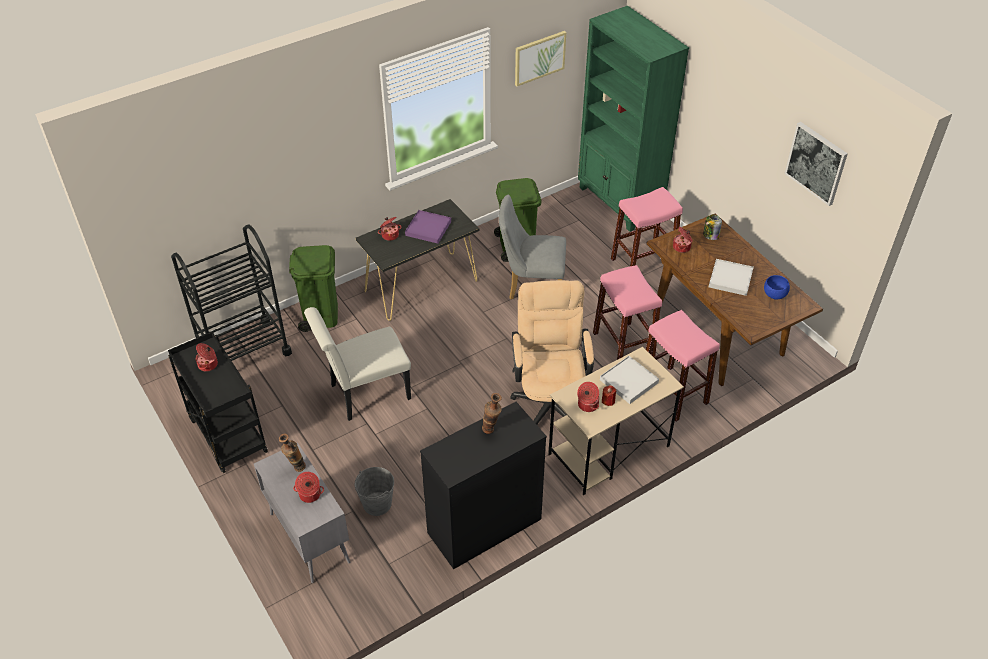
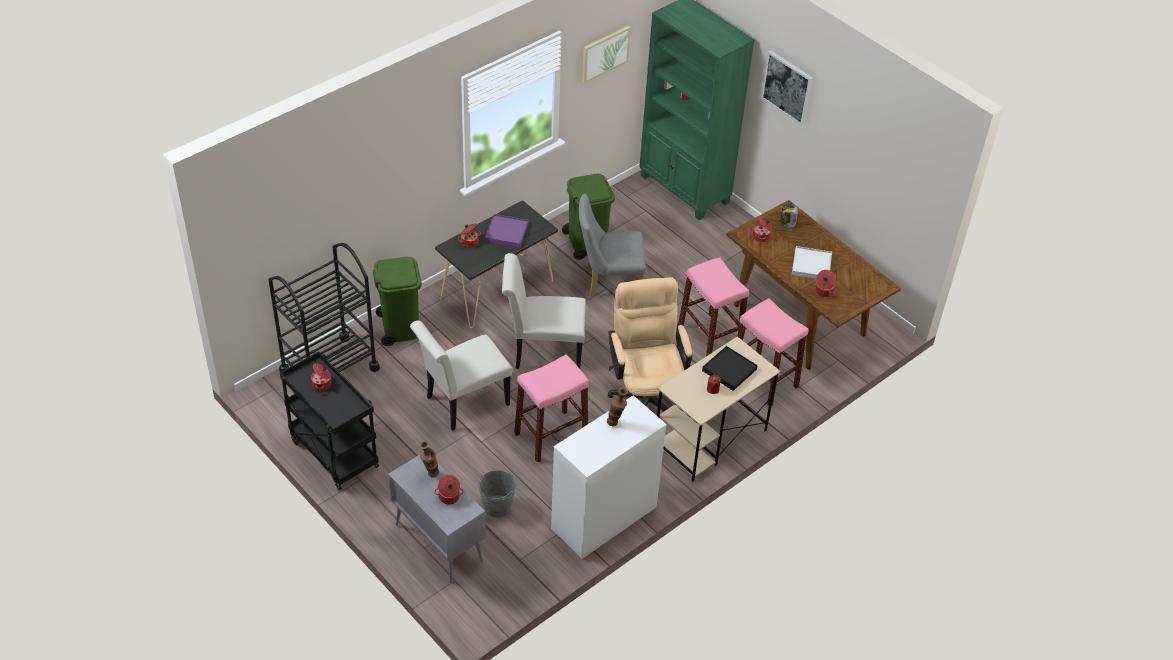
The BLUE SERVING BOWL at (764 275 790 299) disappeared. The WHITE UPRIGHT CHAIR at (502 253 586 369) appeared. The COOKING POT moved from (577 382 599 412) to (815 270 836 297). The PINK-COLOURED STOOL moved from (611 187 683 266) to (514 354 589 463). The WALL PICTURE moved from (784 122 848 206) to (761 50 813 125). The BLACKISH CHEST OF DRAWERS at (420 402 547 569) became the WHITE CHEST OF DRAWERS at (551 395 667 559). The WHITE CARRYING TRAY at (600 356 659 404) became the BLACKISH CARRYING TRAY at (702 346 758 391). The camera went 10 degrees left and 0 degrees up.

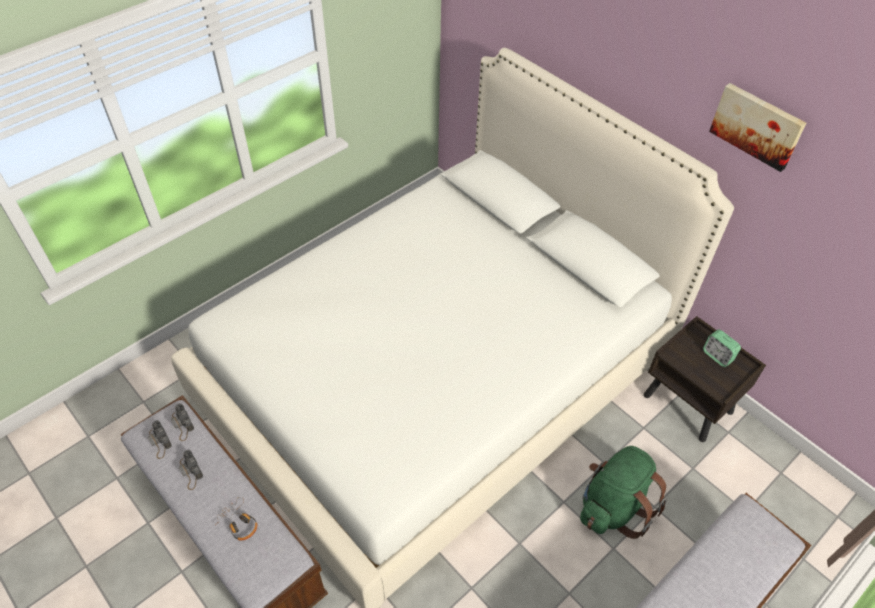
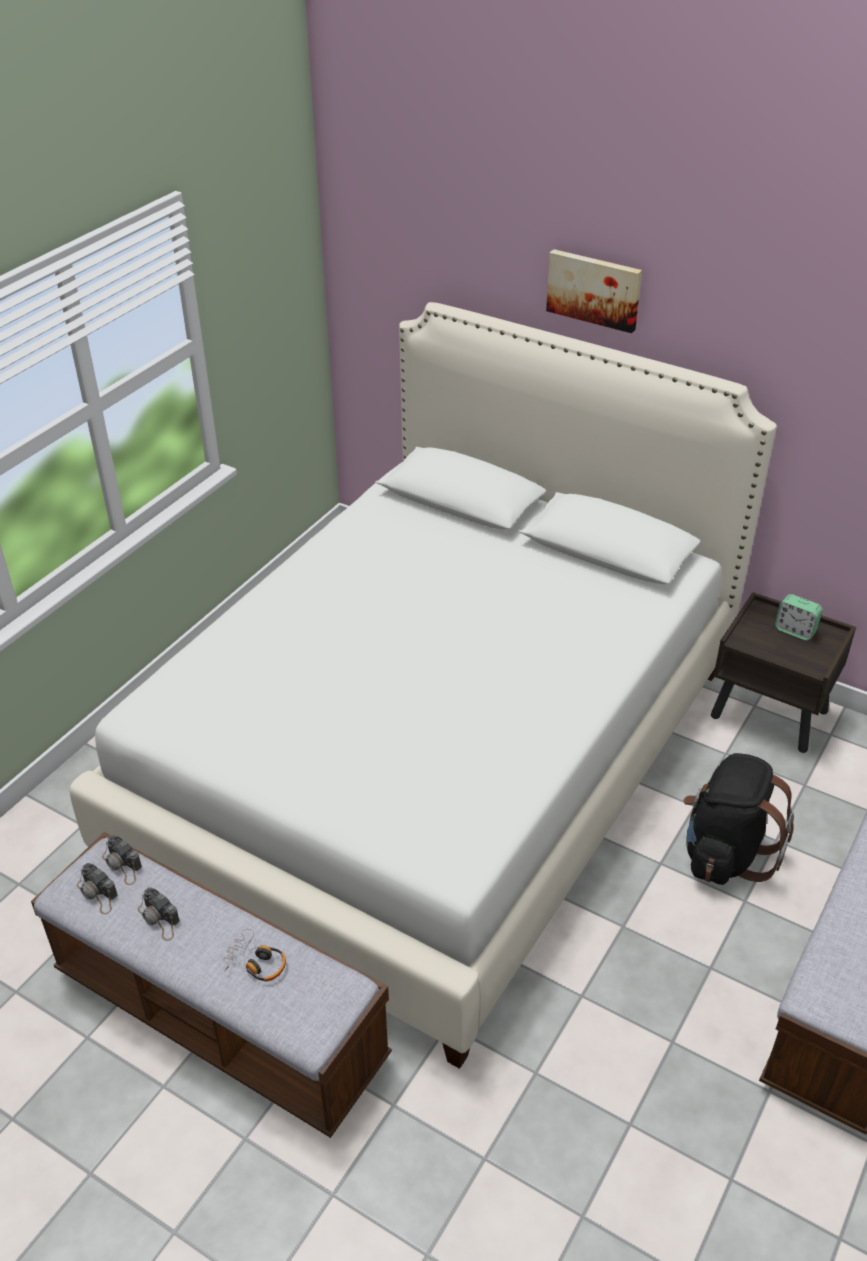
The WALL PICTURE moved from (709 83 806 172) to (546 249 642 333). The GREEN-COLOURED KNAPSACK at (580 446 667 539) became the BLACKISH KNAPSACK at (684 753 794 885). The camera went 15 degrees left and 10 degrees down.

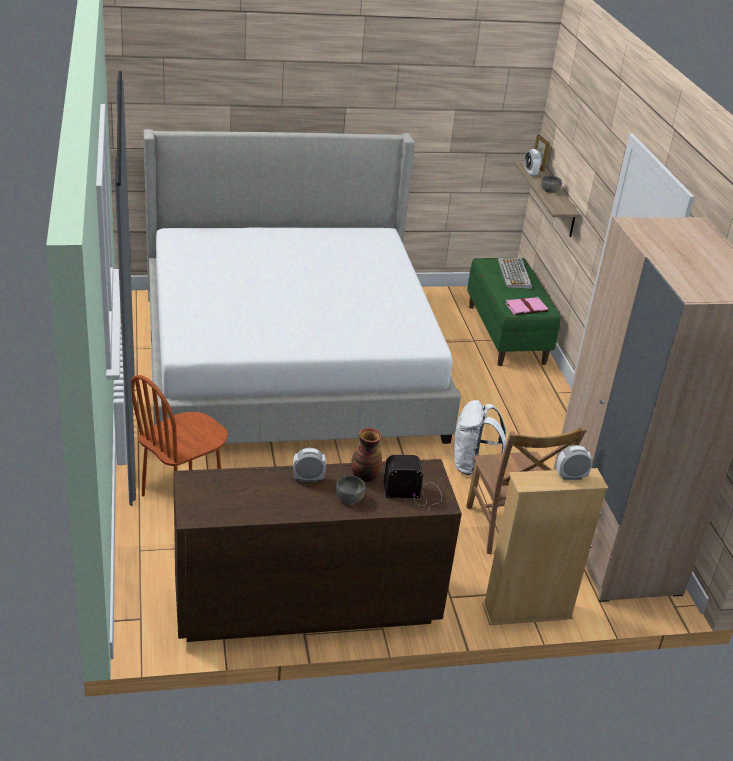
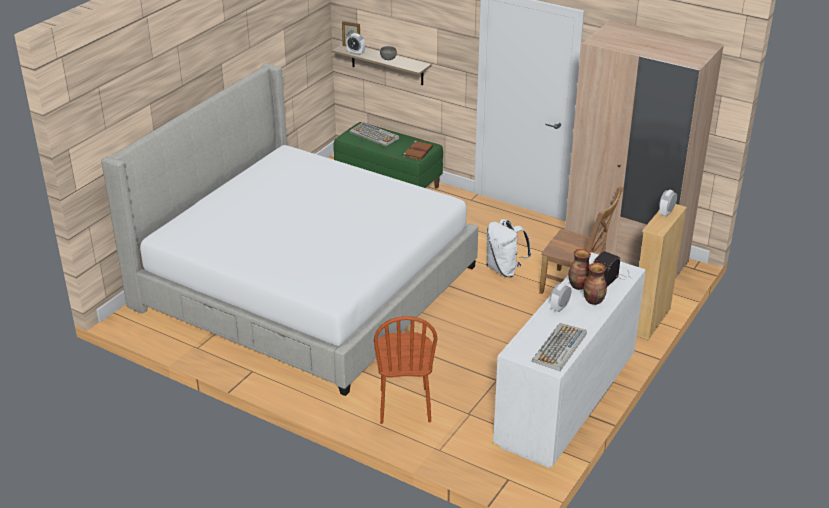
The PC KEYBOARD at (532 323 587 371) appeared. The GREY SERVING BOWL at (336 476 366 504) was replaced by the VASE at (583 263 607 305). The BROWN-COLOURED CHEST OF DRAWERS at (174 459 462 642) became the WHITE CHEST OF DRAWERS at (493 252 646 468). The PINK-COLOURED BOOK at (505 297 548 315) became the BROWN-COLOURED BOOK at (403 141 433 160). The camera went 45 degrees left and 0 degrees up.

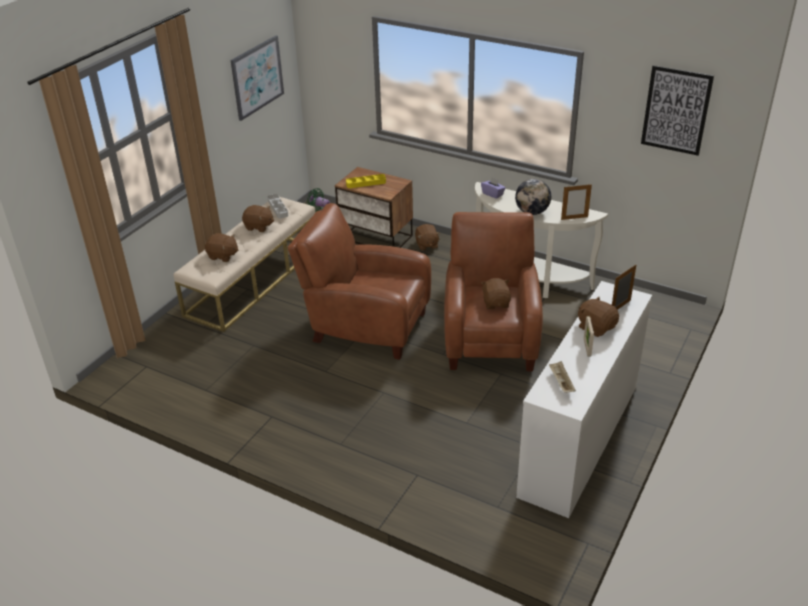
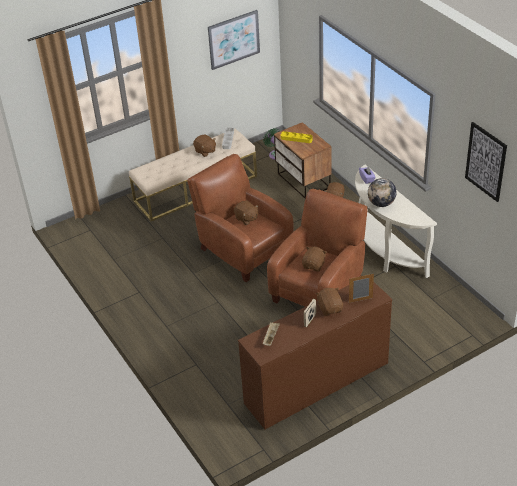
The STANDING FRAME at (561 184 592 220) disappeared. The BROWN-COLOURED CUDDLY TOY moved from (205 233 238 262) to (234 201 258 225). The WHITE CHEST OF DRAWERS at (516 281 652 518) became the BROWN-COLOURED CHEST OF DRAWERS at (238 281 392 429). The camera went 30 degrees right and 5 degrees up.

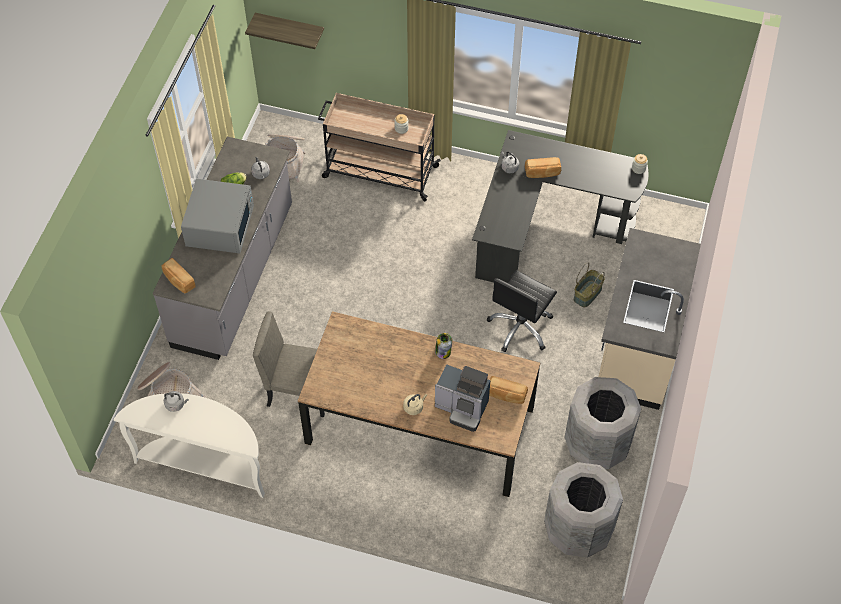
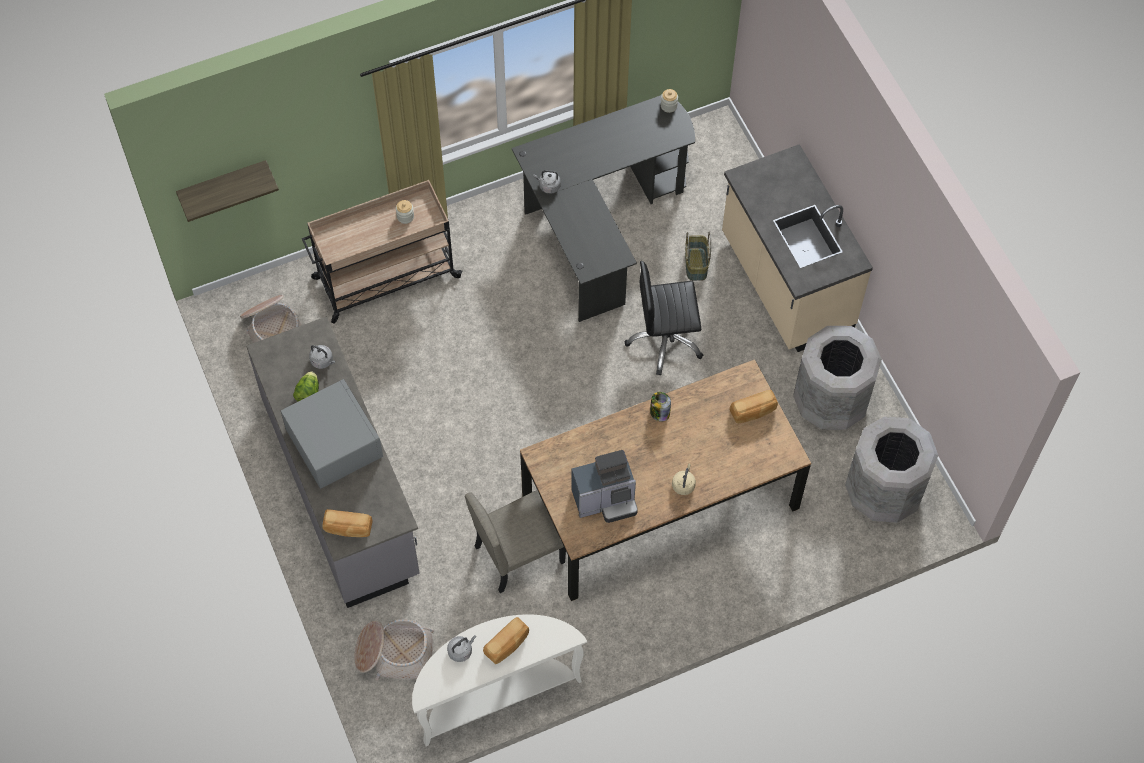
The COFFEE MACHINE moved from (435 364 490 432) to (571 450 638 523). The BREAD moved from (525 157 561 178) to (483 617 529 664). The BLACKISH OFFICE CHAIR at (487 270 557 352) turned 90 degrees clockwise. The camera went 40 degrees left and 5 degrees up.

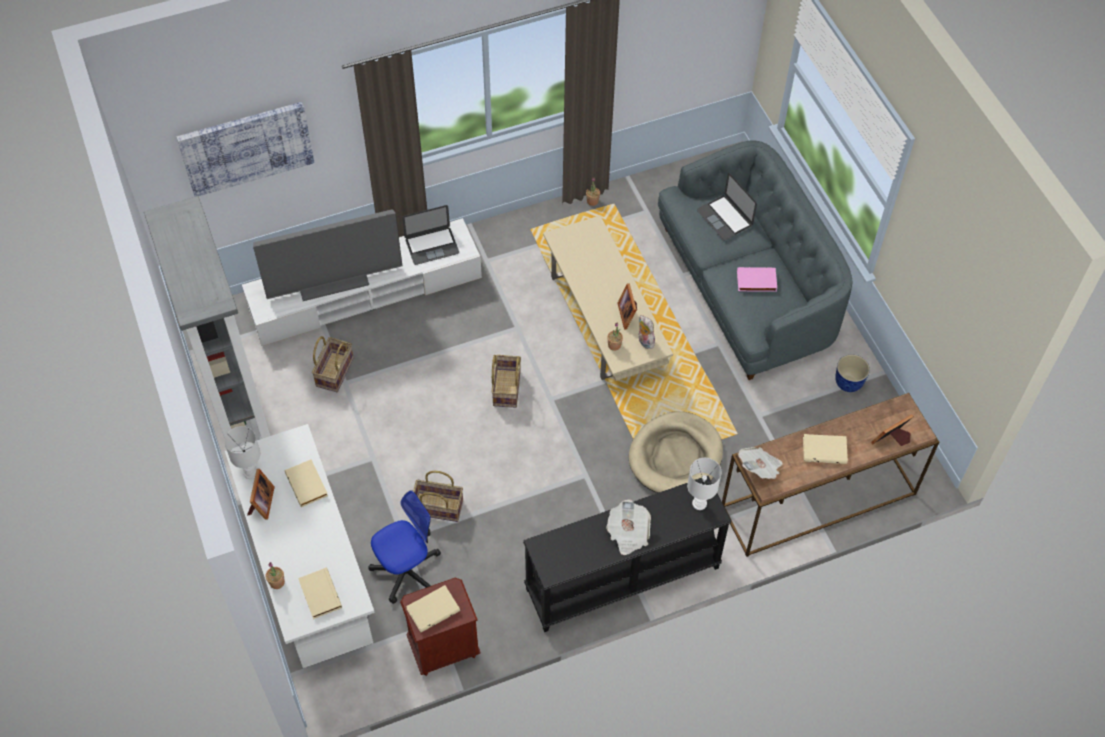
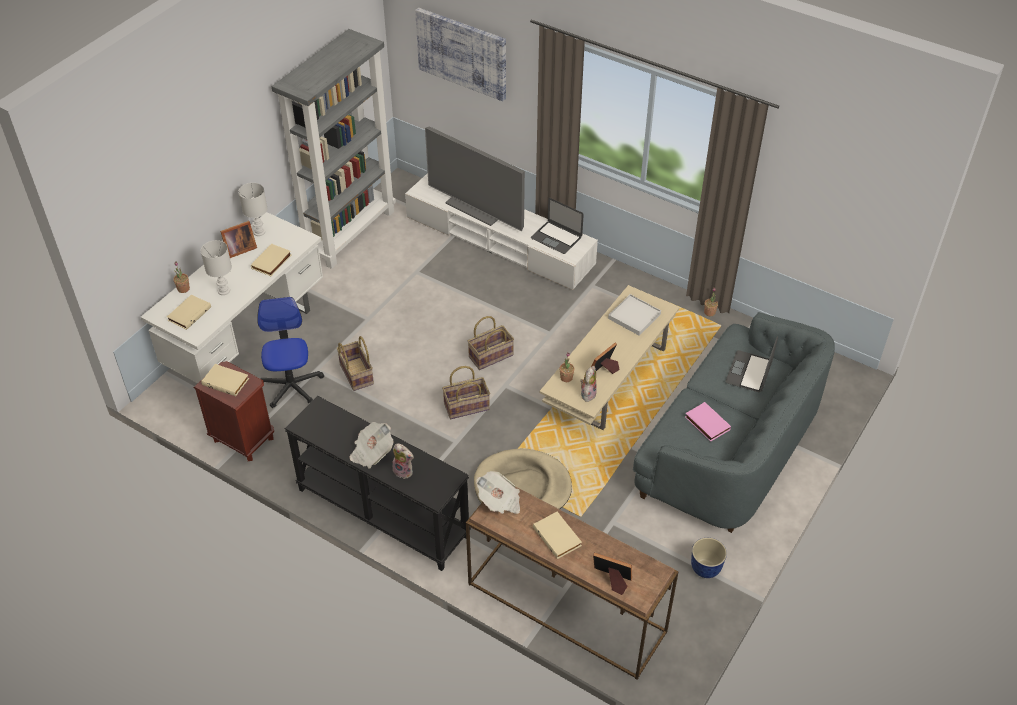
The CUDDLY TOY at (392 443 414 479) appeared. The WHITE CARRYING TRAY at (608 294 661 336) appeared. The HOUSEHOLD BASKET moved from (312 336 354 392) to (442 366 490 419). The WHITE LAMP FOR A TABLE moved from (687 458 722 510) to (201 240 232 295). The OFFICE CHAIR at (369 490 441 604) turned 120 degrees counterclockwise. The camera went 55 degrees right and 10 degrees down.

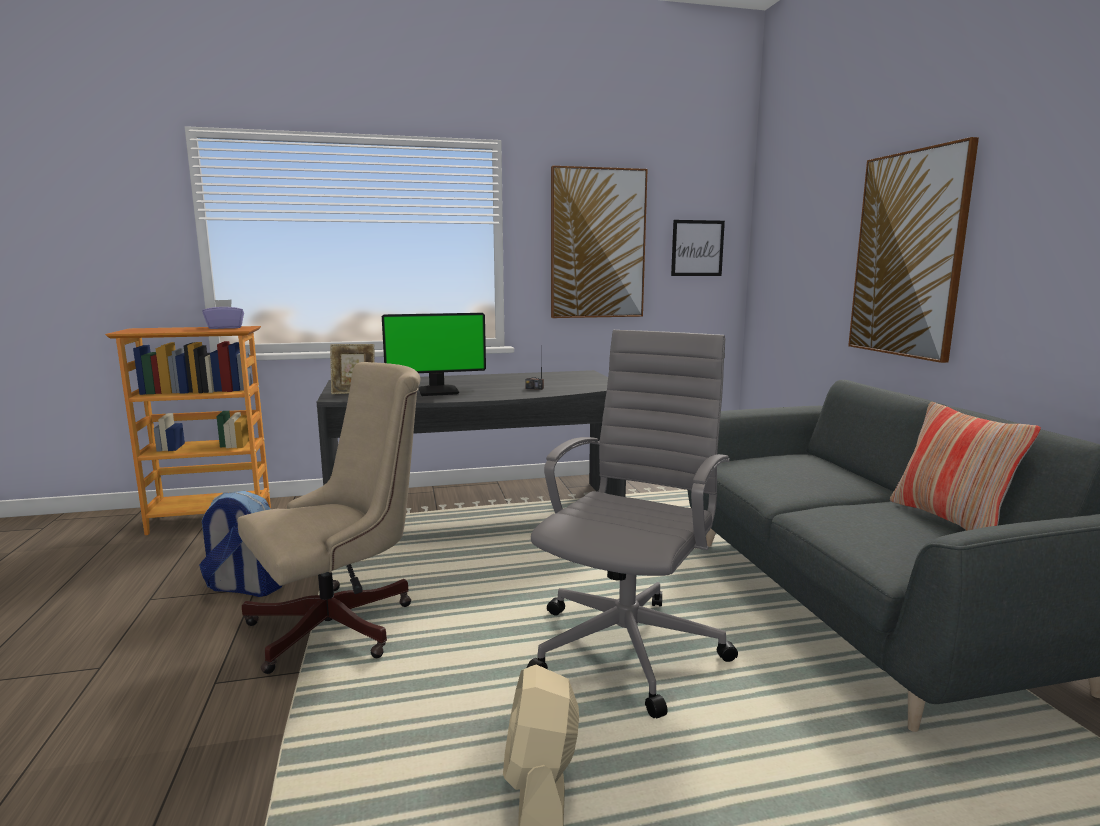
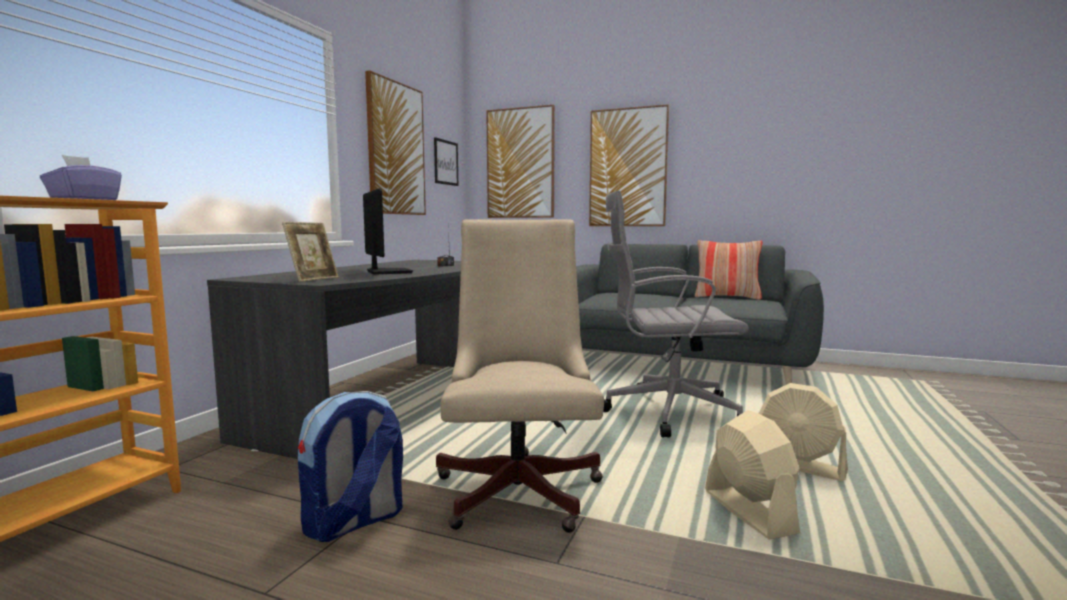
The WALL PICTURE at (486 105 555 218) appeared. The BEIGE-COLOURED ELECTRIC FAN at (705 410 800 540) appeared. The COMPUTER DISPLAY at (382 313 486 396) turned 45 degrees counterclockwise. The GREY OFFICE CHAIR at (527 330 738 718) turned 60 degrees counterclockwise. The camera went 55 degrees left and 5 degrees down.

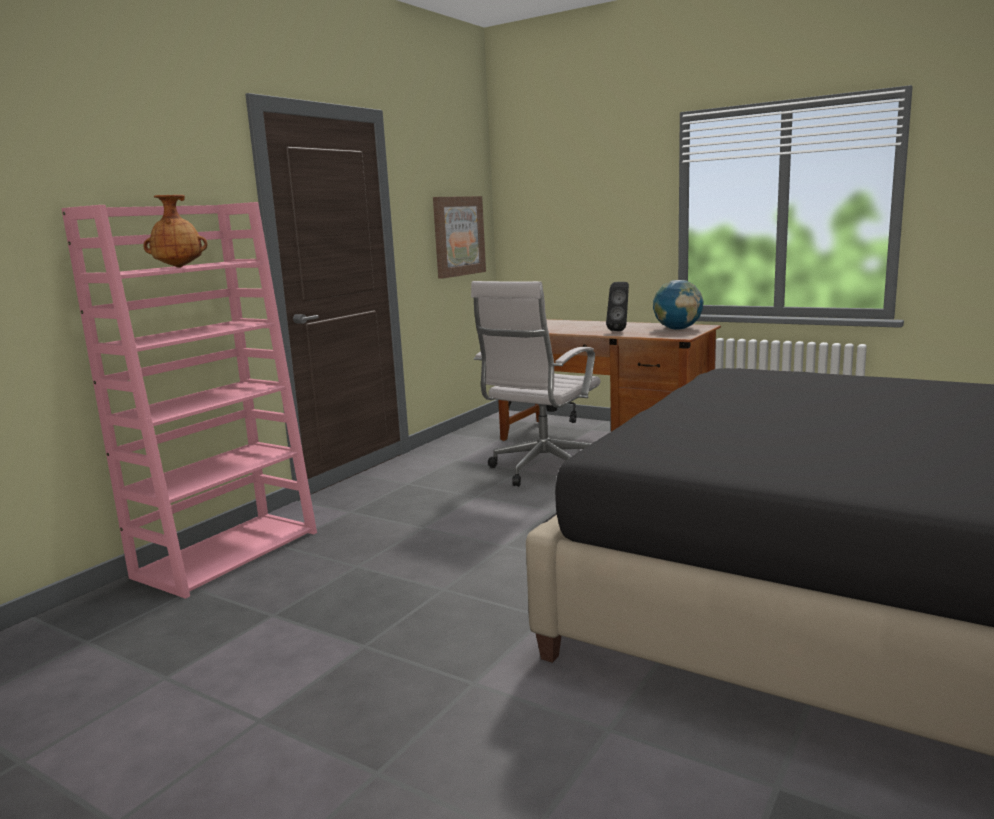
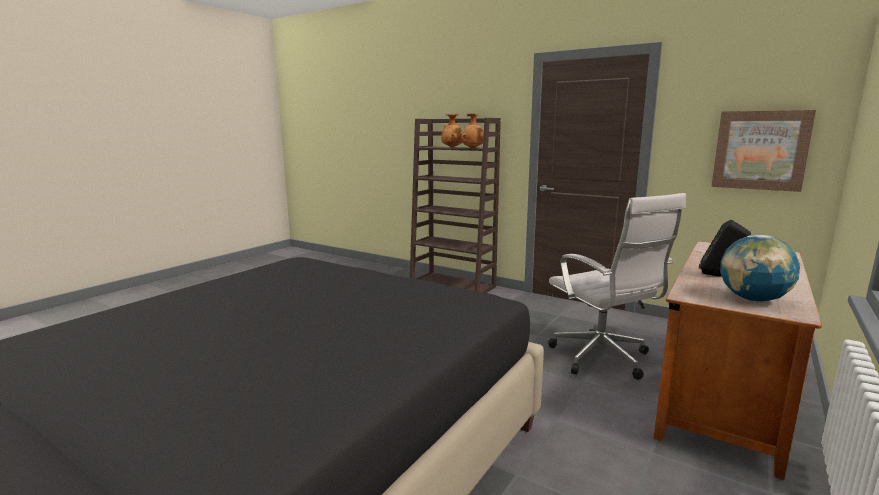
The BROWN-COLOURED VASE at (461 113 484 148) appeared. The PINK-COLOURED BOOKSHELF at (61 202 317 599) became the BROWN-COLOURED BOOKSHELF at (410 118 501 293). The WHITE OFFICE CHAIR at (471 281 600 486) turned 150 degrees counterclockwise. The camera went 90 degrees right and 0 degrees up.

